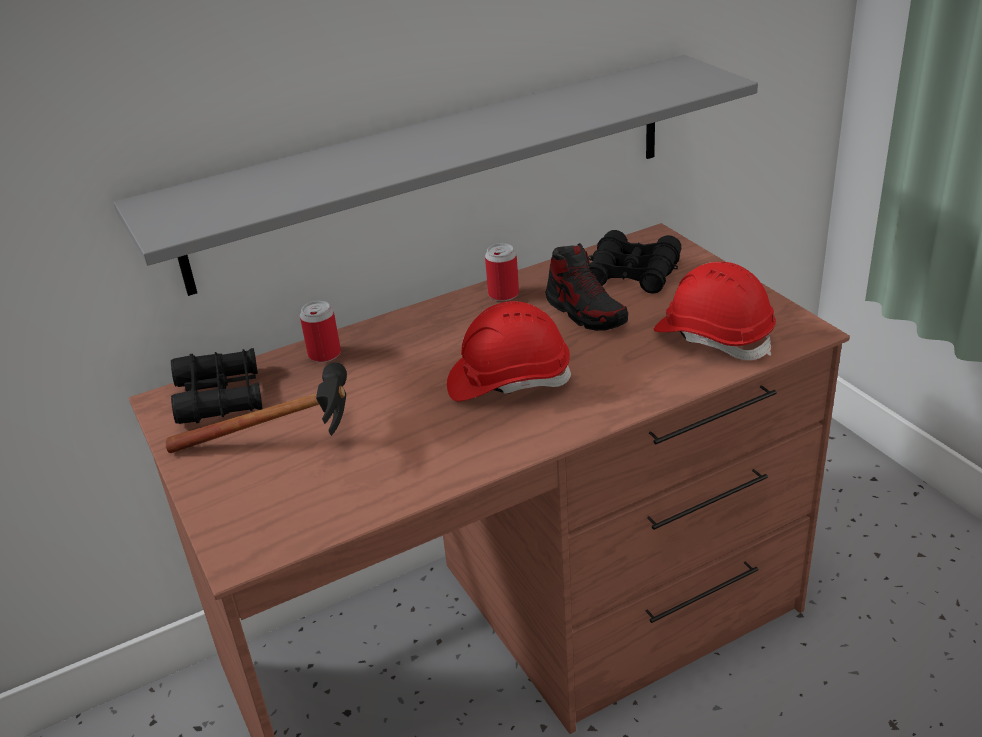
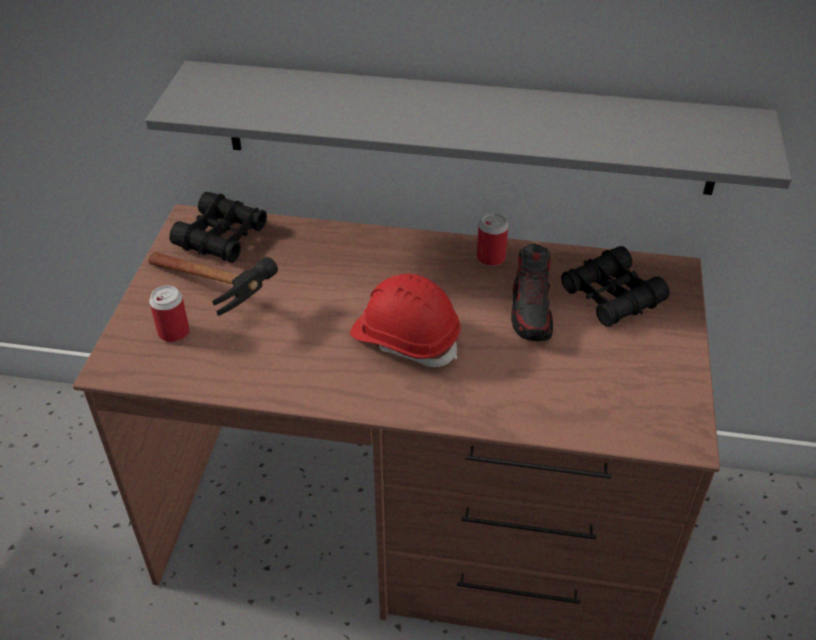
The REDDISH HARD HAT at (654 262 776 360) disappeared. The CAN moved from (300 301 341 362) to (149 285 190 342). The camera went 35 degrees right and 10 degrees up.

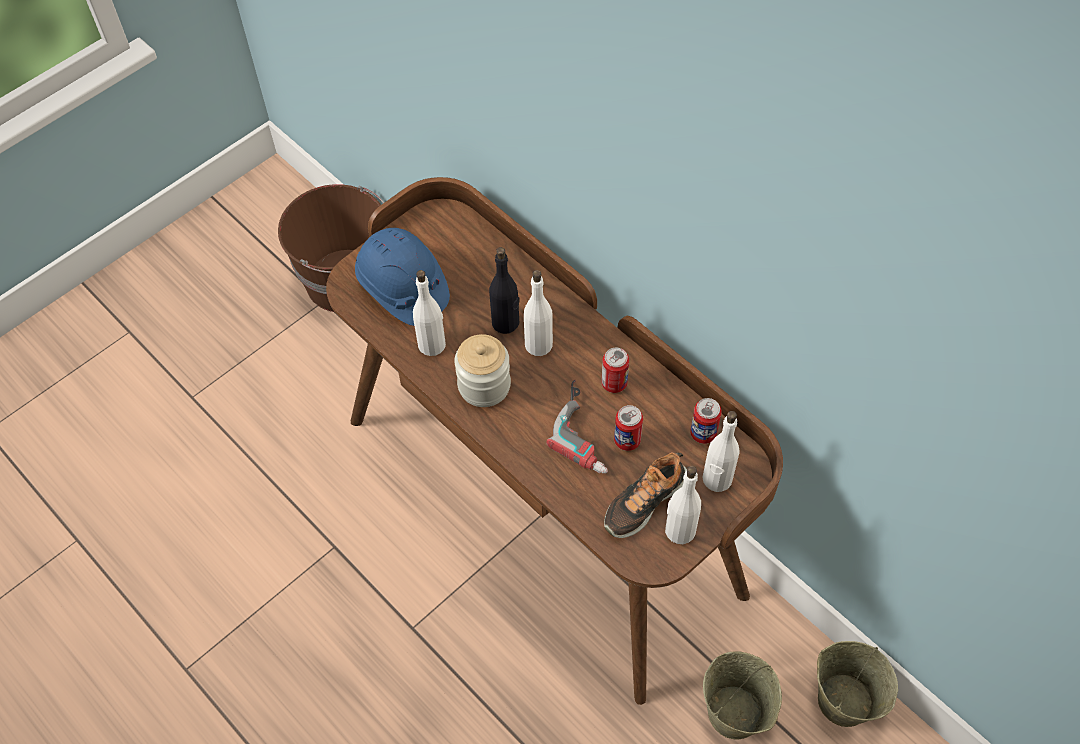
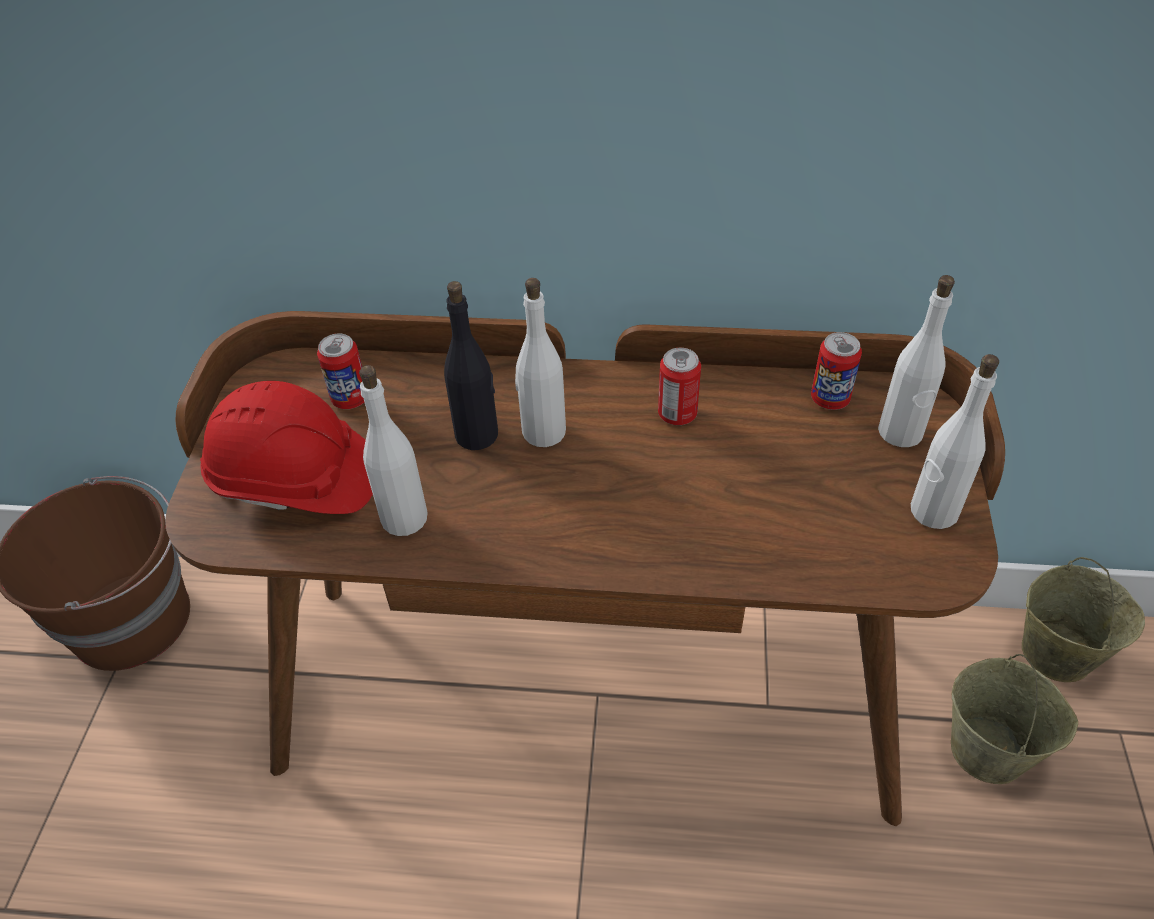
The JAR at (454 334 511 407) disappeared. The POWER DRILL at (546 380 608 474) disappeared. The ITEM OF FOOTWEAR at (604 453 687 538) disappeared. The CAN moved from (614 405 643 451) to (317 333 364 409). The BLUE HARD HAT at (355 228 450 326) became the REDDISH HARD HAT at (200 381 373 514). The camera went 40 degrees left and 10 degrees down.

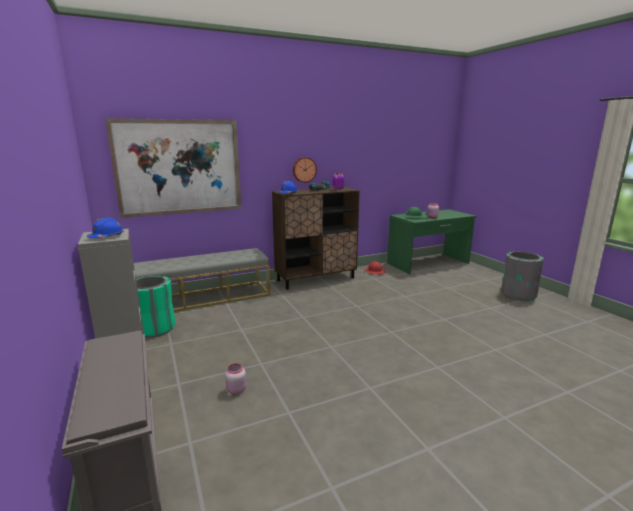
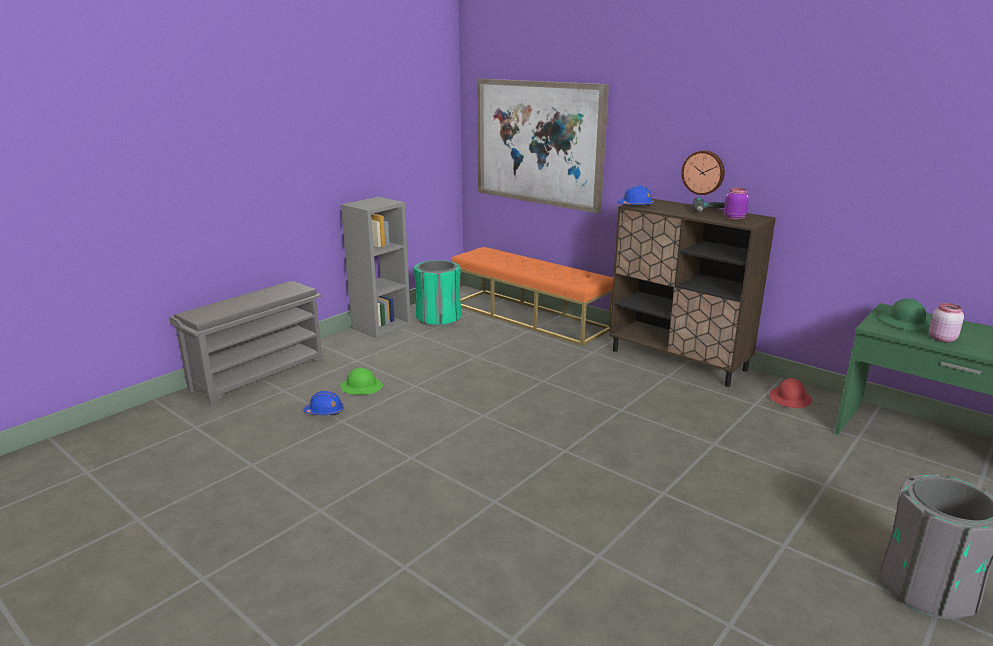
The BLUE HARD HAT moved from (87 217 124 238) to (304 390 344 415). The PINK-COLOURED JAR at (225 363 246 395) was replaced by the GREEN-COLOURED HARD HAT at (340 368 383 395). The GREY INDOOR BENCH at (134 248 270 312) became the ORANGE-COLOURED INDOOR BENCH at (451 247 613 346). The camera went 65 degrees right and 5 degrees up.

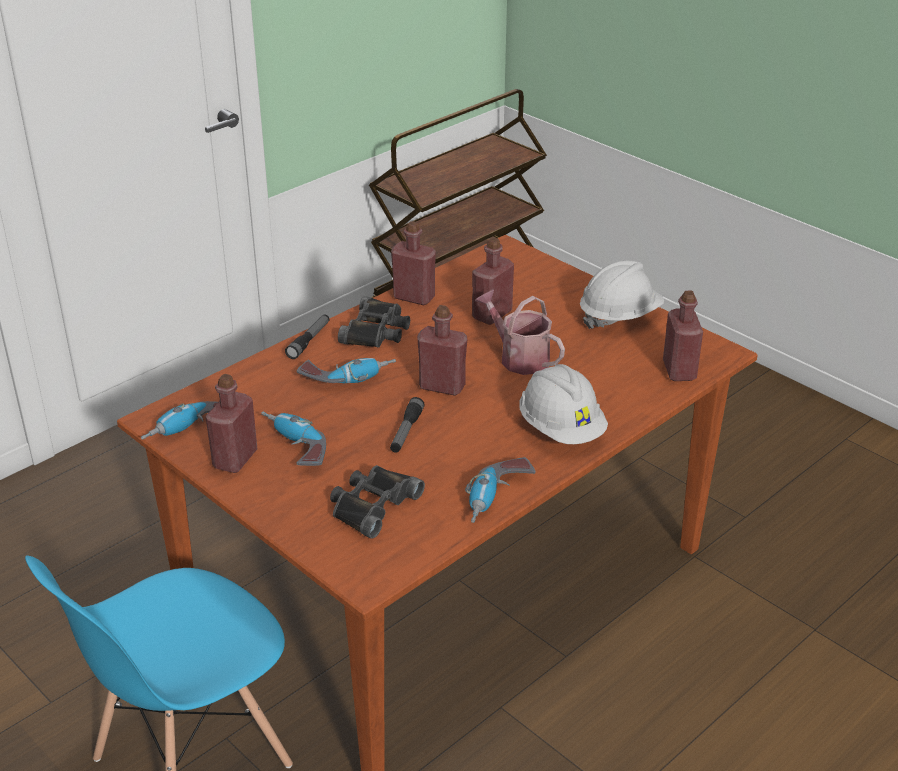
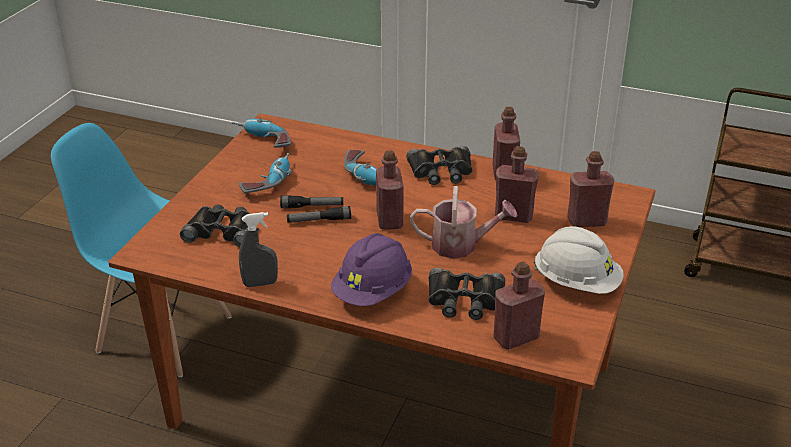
The BLACKISH BINOCULARS at (429 268 505 320) appeared. The REDDISH BEVERAGE BOTTLE moved from (205 374 258 473) to (567 151 614 227). The TORCH moved from (285 314 329 359) to (280 195 343 208). The POWER DRILL at (465 457 535 523) was replaced by the GREY SPRAY BOTTLE at (239 212 278 287). The WHITE HARD HAT at (519 364 608 444) became the PURPLE HARD HAT at (331 233 412 306). The SPRINKLING CAN at (475 290 565 375) turned 75 degrees clockwise. The camera went 65 degrees right and 0 degrees up.

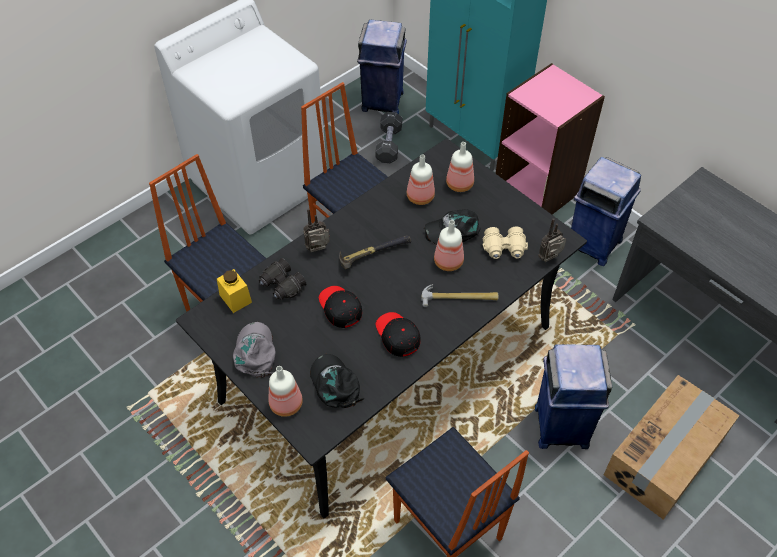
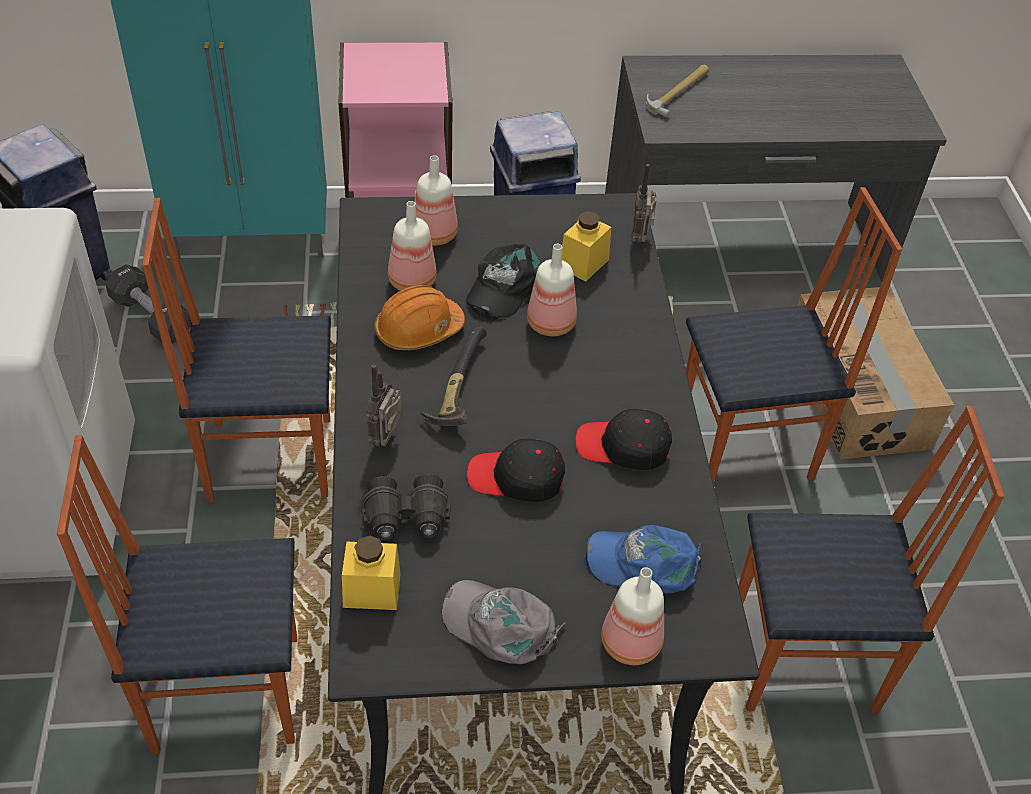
The ORANGE-COLOURED HARD HAT at (374 285 465 350) appeared. The HAND HAMMER moved from (421 284 499 307) to (646 65 709 117). The BEIGE-COLOURED BINOCULARS at (483 227 528 259) was replaced by the YELLOW JAR at (562 211 611 281). The BLUE RUBBISH BIN at (535 344 612 449) was replaced by the UPRIGHT CHAIR at (686 187 902 484). The BLACKISH BASEBALL CAP at (310 353 365 408) became the BLUE BASEBALL CAP at (584 525 702 594). The camera went 55 degrees left and 5 degrees down.

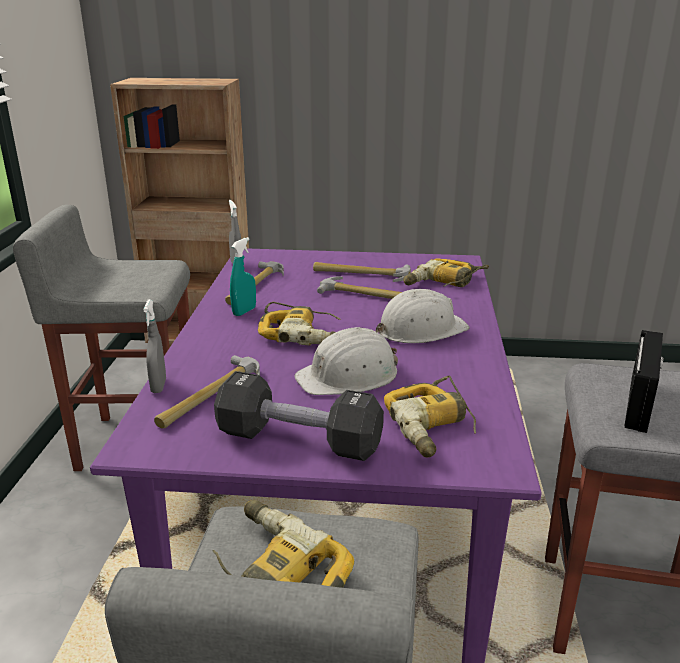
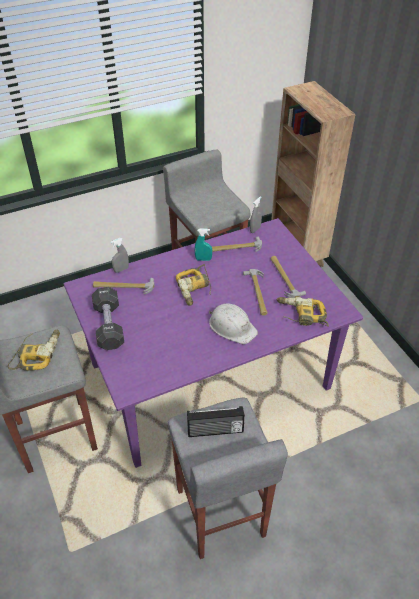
The WHITE HARD HAT at (294 327 398 395) disappeared. The POWER DRILL at (384 375 476 458) disappeared. The camera went 60 degrees right and 20 degrees up.

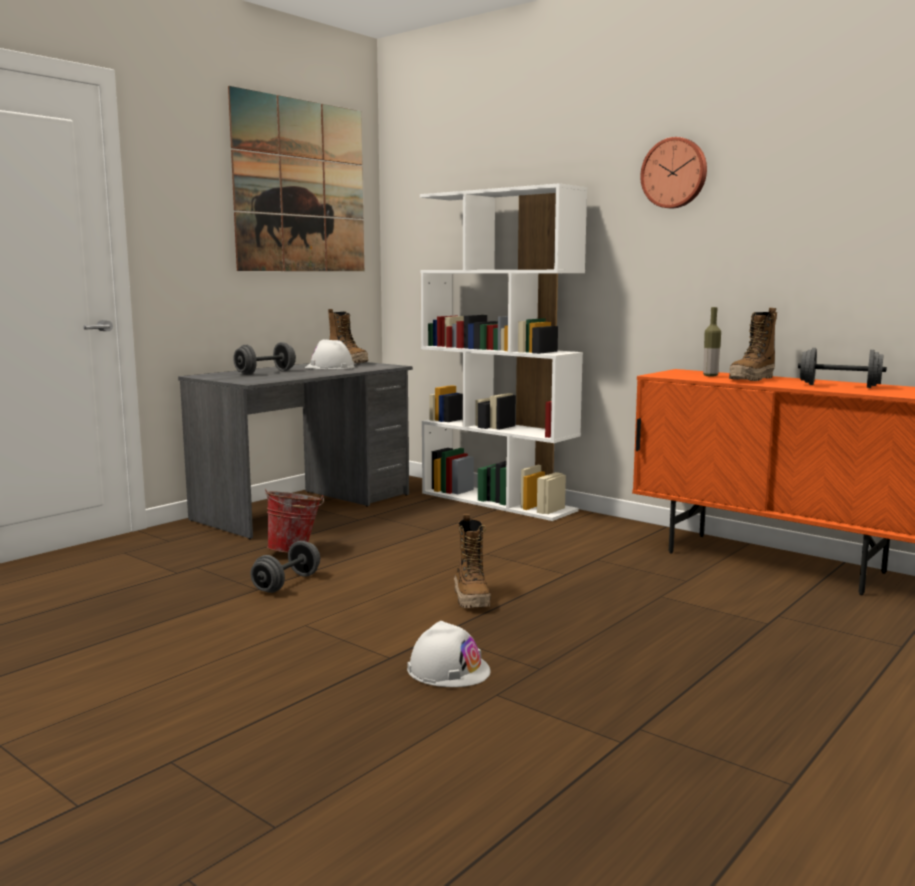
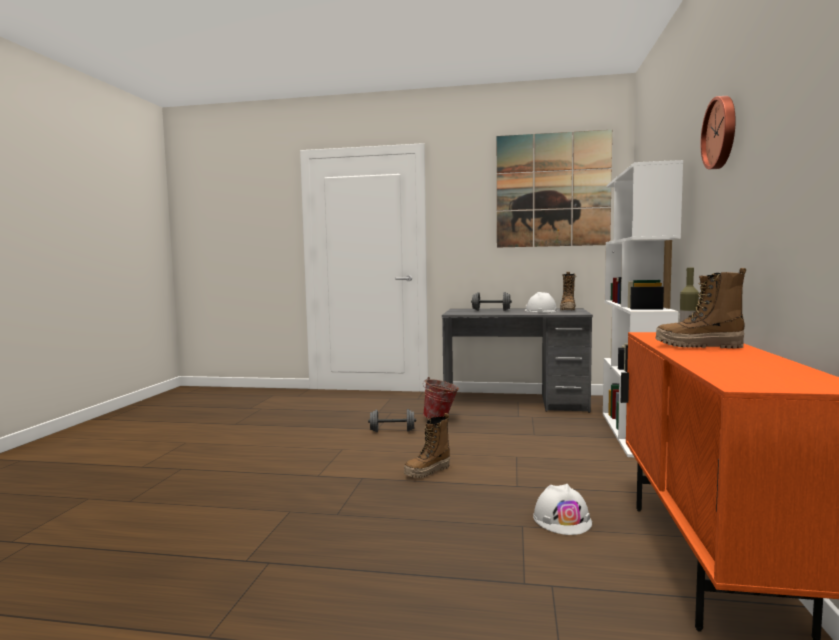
The GREY FREE WEIGHT at (798 348 886 388) disappeared. The WHITE HARD HAT moved from (407 621 490 687) to (533 484 592 535). The camera went 60 degrees right and 5 degrees down.

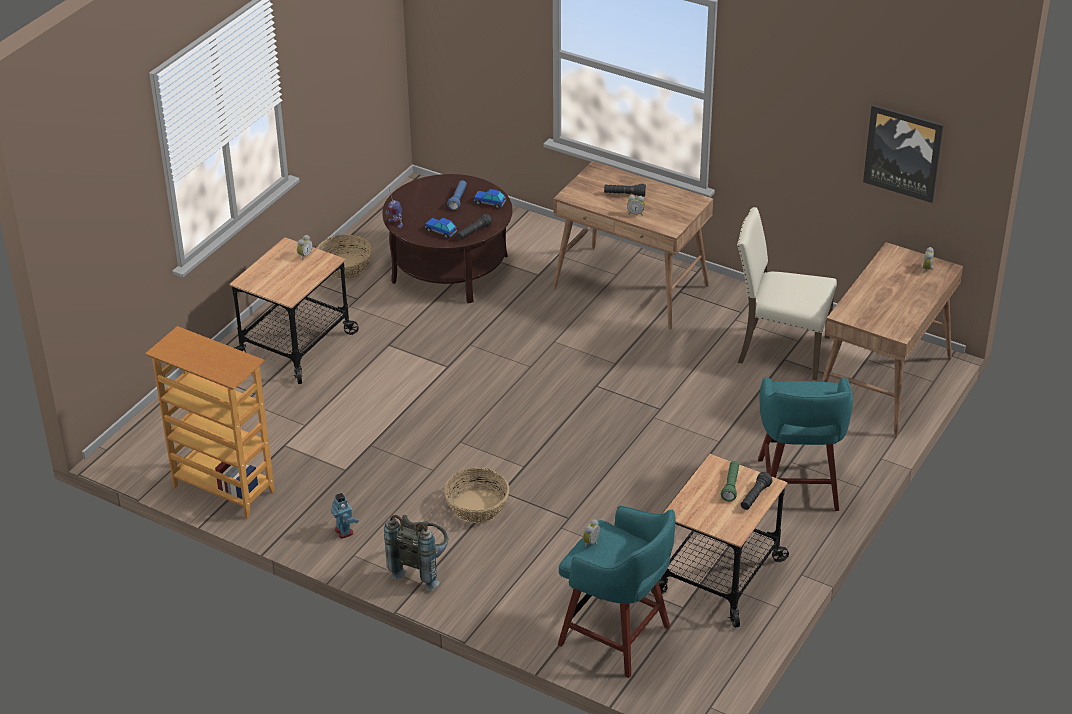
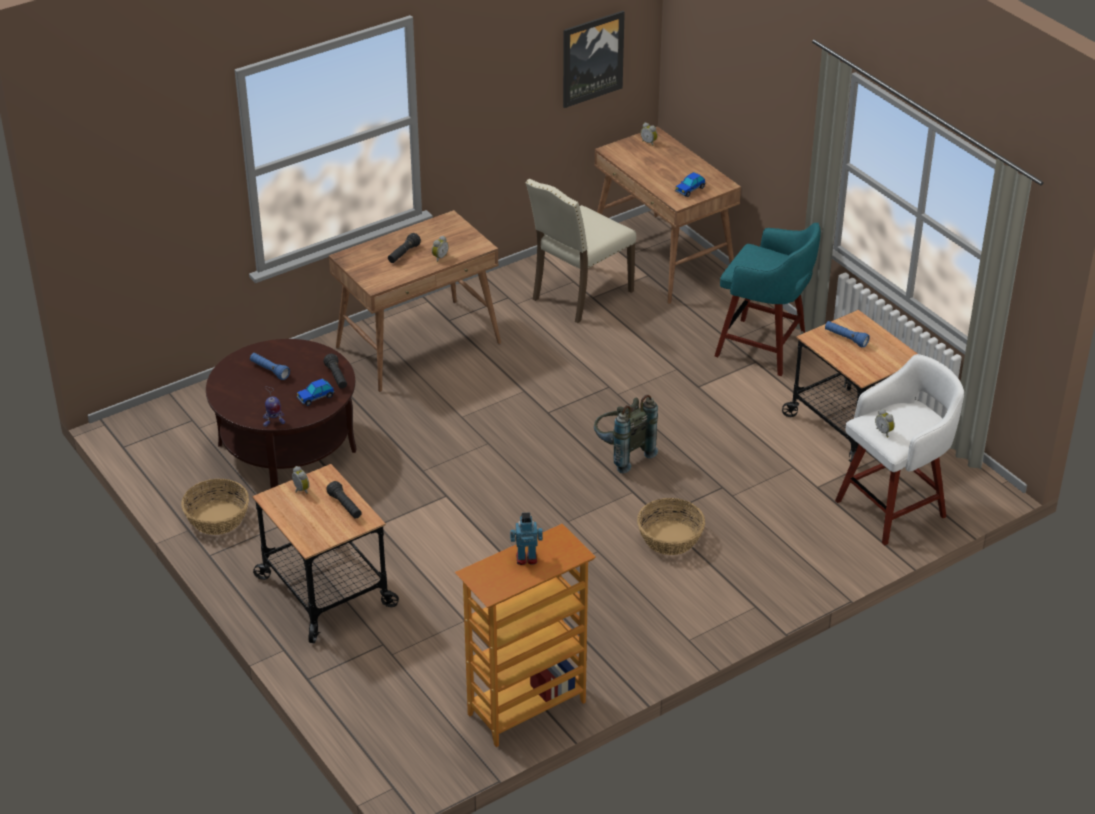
The ROBOT FIGURE moved from (331 493 359 539) to (510 513 543 565). The GREY KNAPSACK moved from (384 515 448 590) to (594 395 658 474). The MODEL CAR moved from (474 189 506 209) to (675 172 705 197). The BLACKISH TORCH moved from (741 472 772 510) to (326 481 362 519). The BLUE-GREEN STOOL at (558 506 676 678) became the WHITE STOOL at (835 354 964 545). The GREEN-COLOURED TORCH at (721 461 739 501) became the BLUE TORCH at (825 321 870 347). The camera went 65 degrees left and 0 degrees up.

